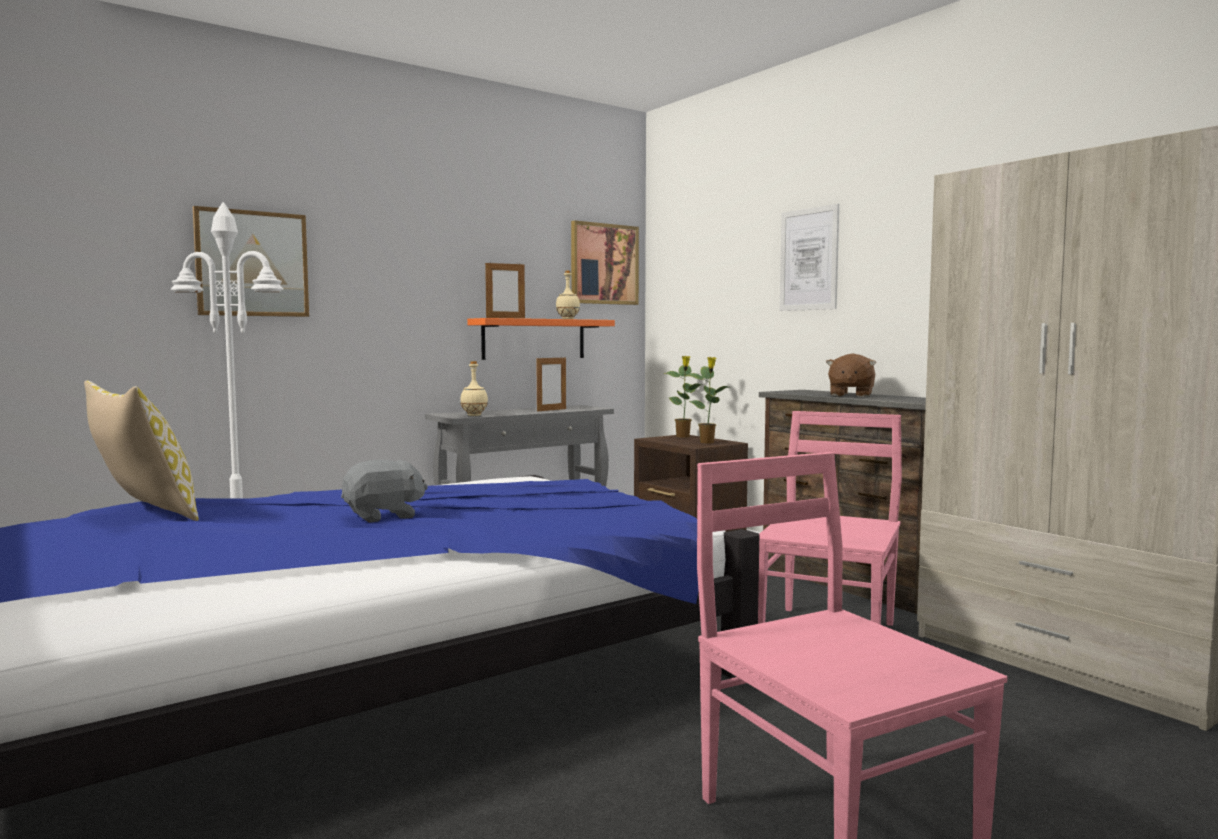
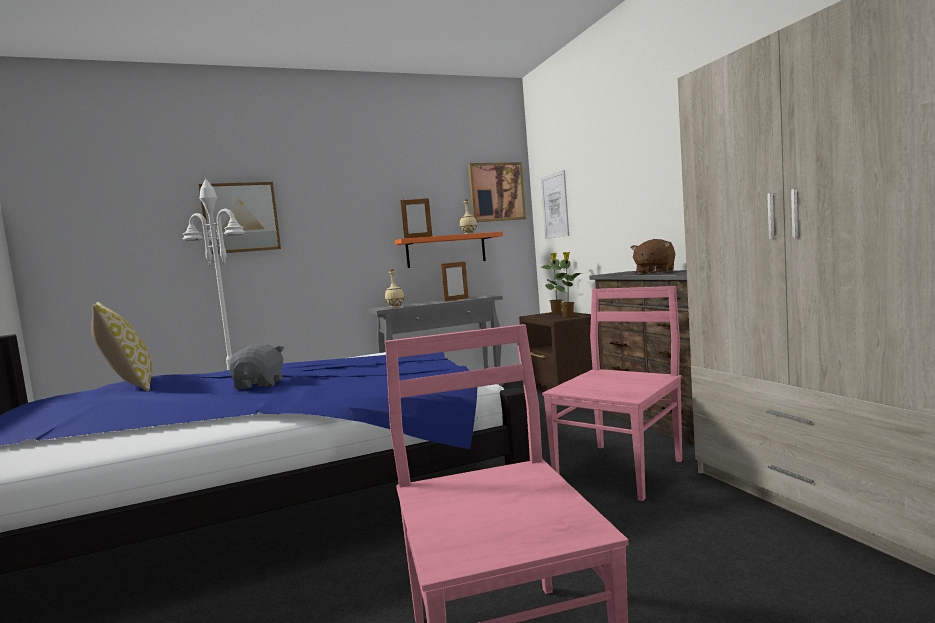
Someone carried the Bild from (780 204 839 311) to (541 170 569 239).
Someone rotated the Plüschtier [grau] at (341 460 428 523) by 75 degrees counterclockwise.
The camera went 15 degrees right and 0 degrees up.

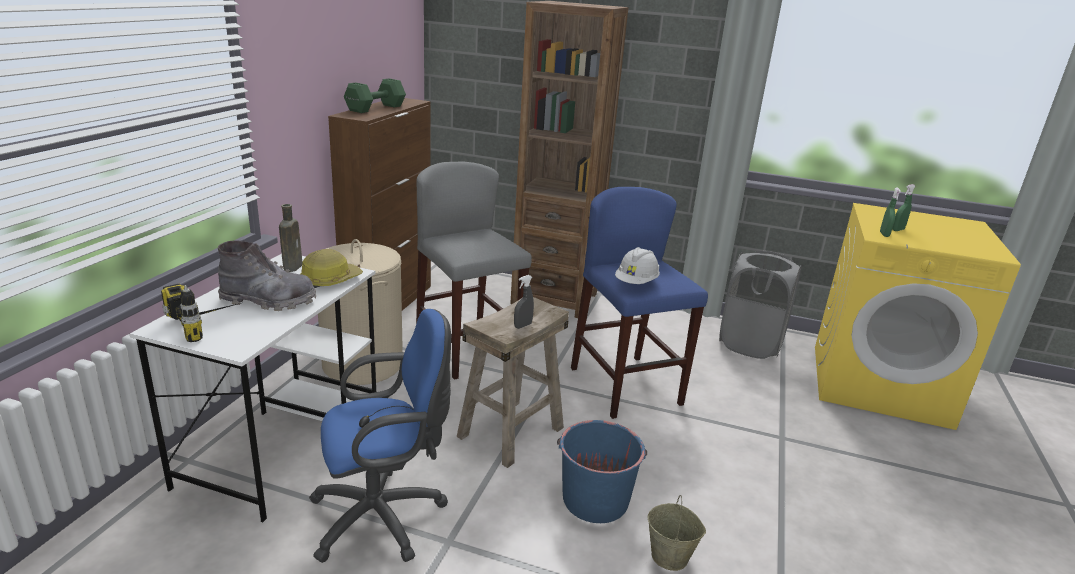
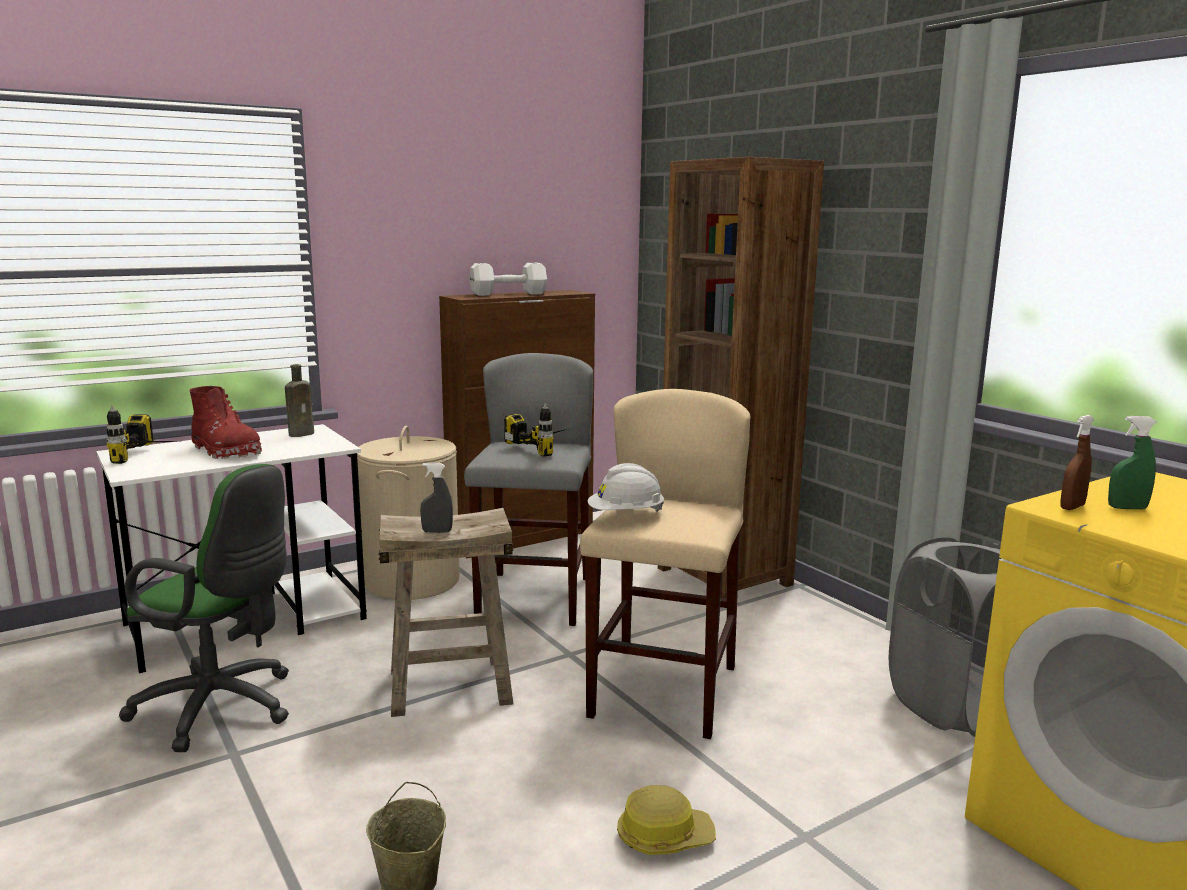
Someone repainted the Hantel [grün] at (344 78 406 113), which became the Hantel [weiß] at (470 263 547 296).
Someone repainted the Hocker [blau] at (571 187 708 419), which became the Hocker [beige] at (580 389 750 739).
Someone repainted the Sprühflasche [grün] at (880 187 901 237), which became the Sprühflasche [braun] at (1060 415 1094 510).
Someone repainted the Stiefel [grau] at (218 240 316 311), which became the Stiefel [rot] at (190 386 262 459).
Someone carried the Schutzhelm from (300 249 363 288) to (617 785 716 855).
Someone repainted the Bürostuhl [blau] at (309 309 451 563), which became the Bürostuhl [grün] at (119 464 289 752).
Someone took away the Eimer [blau] at (557 420 647 523).
Someone put down the Bohrmaschine at (504 403 567 456).
The camera went 40 degrees right and 10 degrees down.

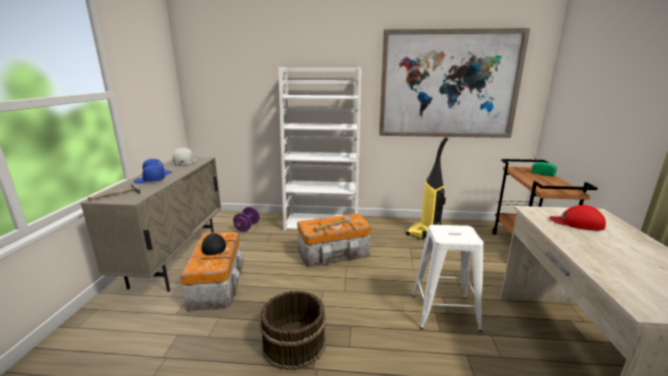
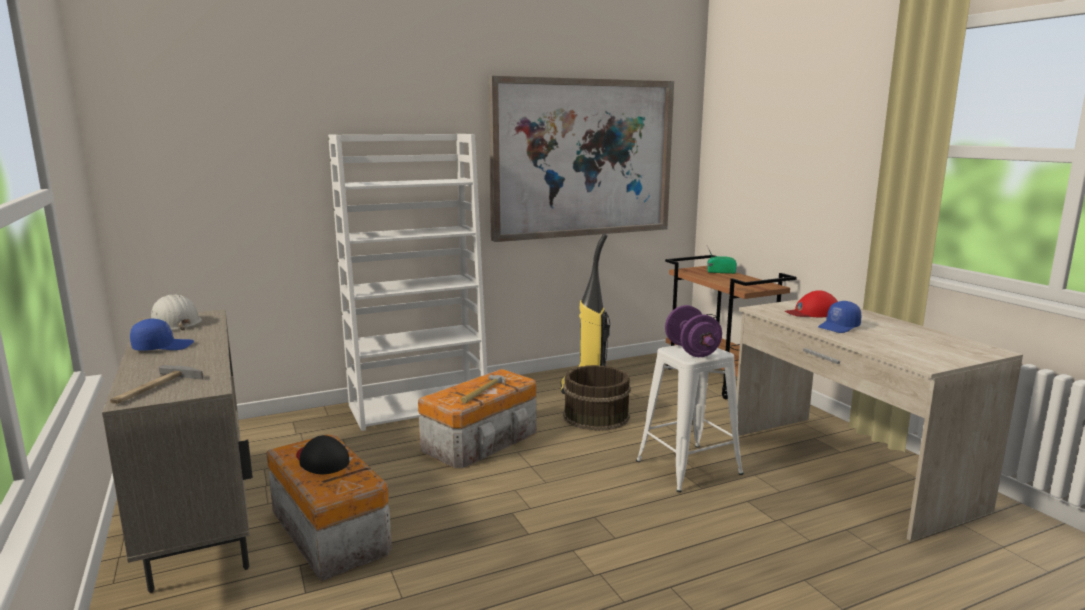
Someone carried the Kappe [blau] from (134 165 165 184) to (818 301 861 333).
Someone carried the Hantel [lila] from (233 207 260 232) to (665 305 722 357).
Someone carried the Eimer [braun] from (260 291 326 370) to (563 365 631 431).
The camera went 30 degrees left and 5 degrees down.

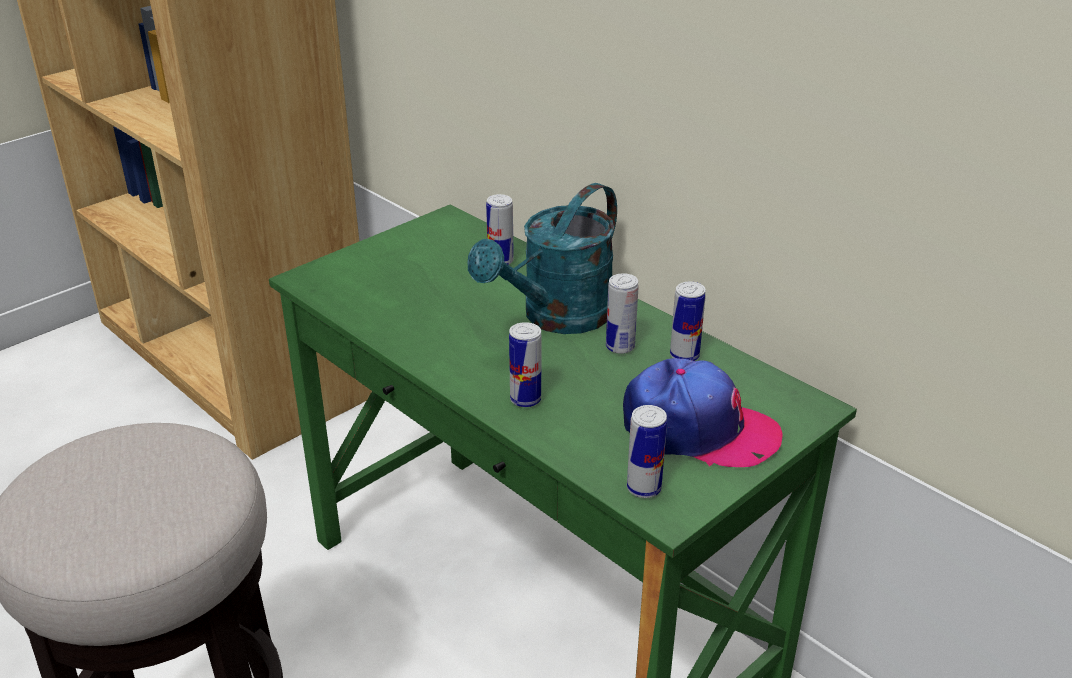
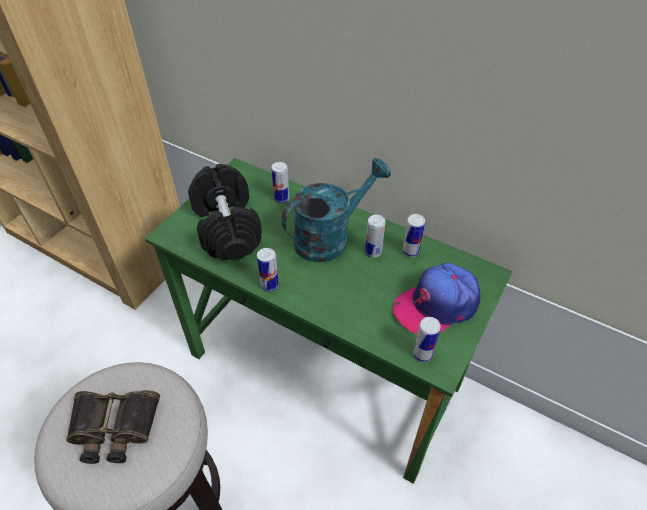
Someone rotated the Gießkanne [türkis] at (468 183 617 334) by 150 degrees counterclockwise.
Someone carried the Dose from (509 322 542 407) to (257 248 279 292).
Someone rotated the Kappe at (623 358 783 467) by 150 degrees clockwise.
Someone put down the Hantel [schwarz] at (188 164 262 261).
Someone put down the Fernglas at (66 390 160 464).
The camera went 15 degrees left and 15 degrees up.

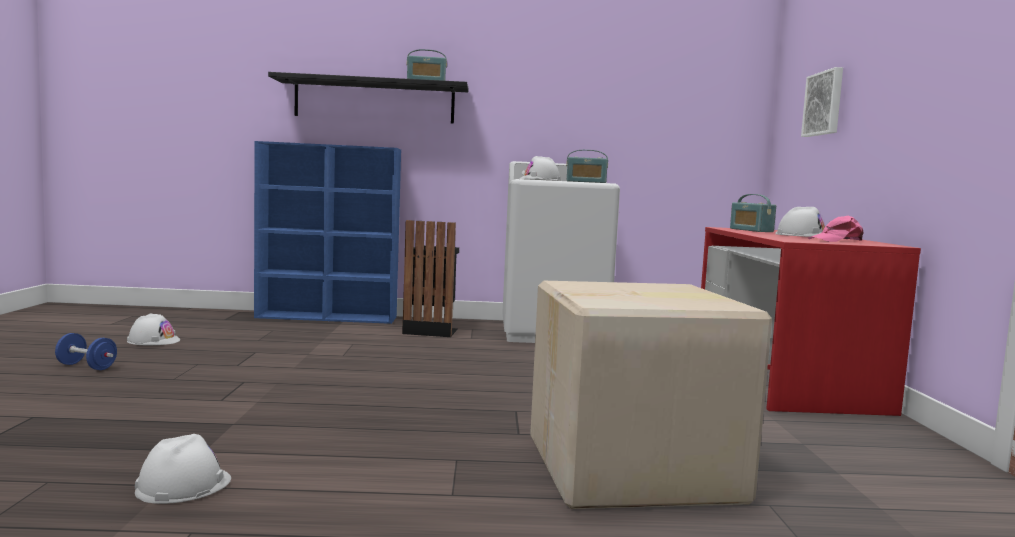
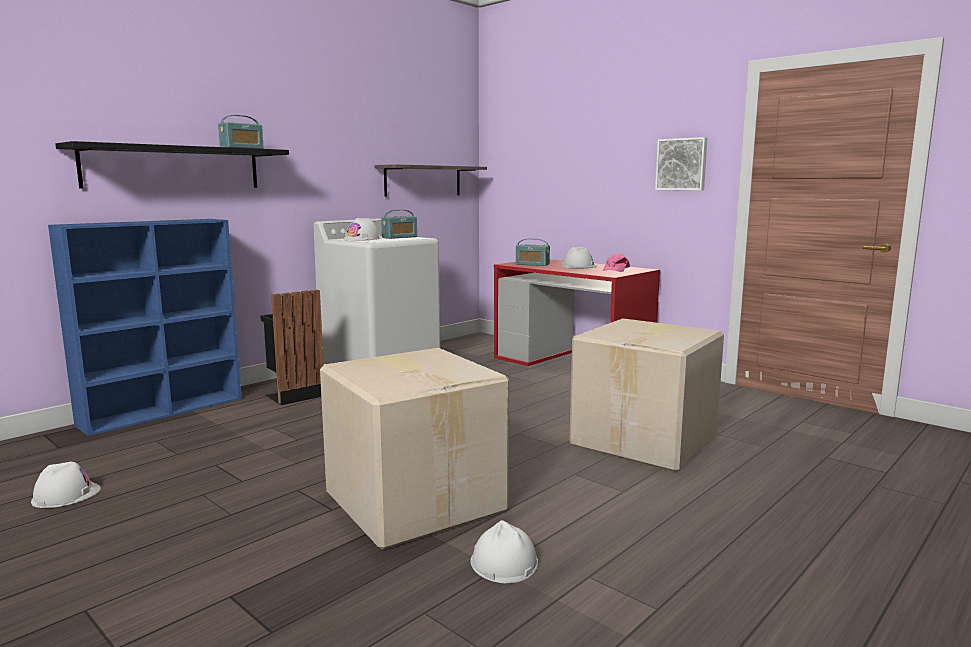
Someone carried the Bild from (801 67 843 137) to (655 137 707 190).
Someone took away the Hantel [blau] at (55 333 117 370).
Someone put up the Wandregal at (374 164 487 197).
Someone put down the Karton at (320 348 509 550).
The camera went 45 degrees left and 5 degrees up.

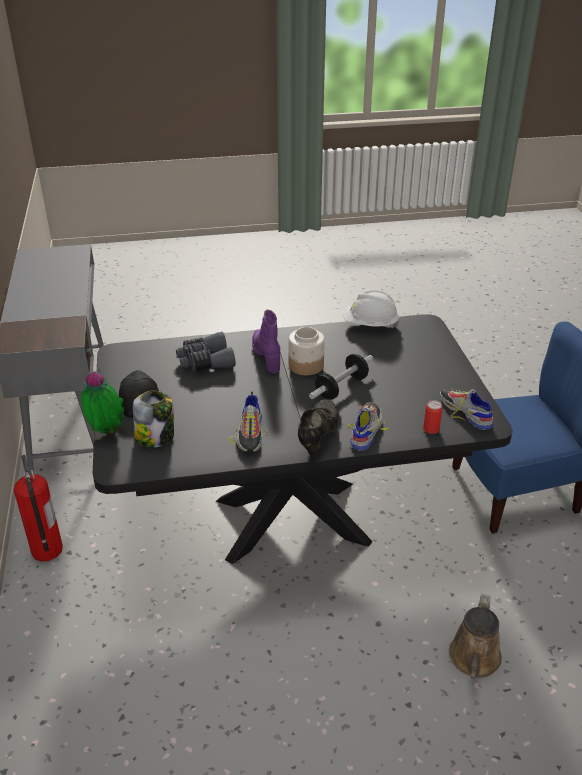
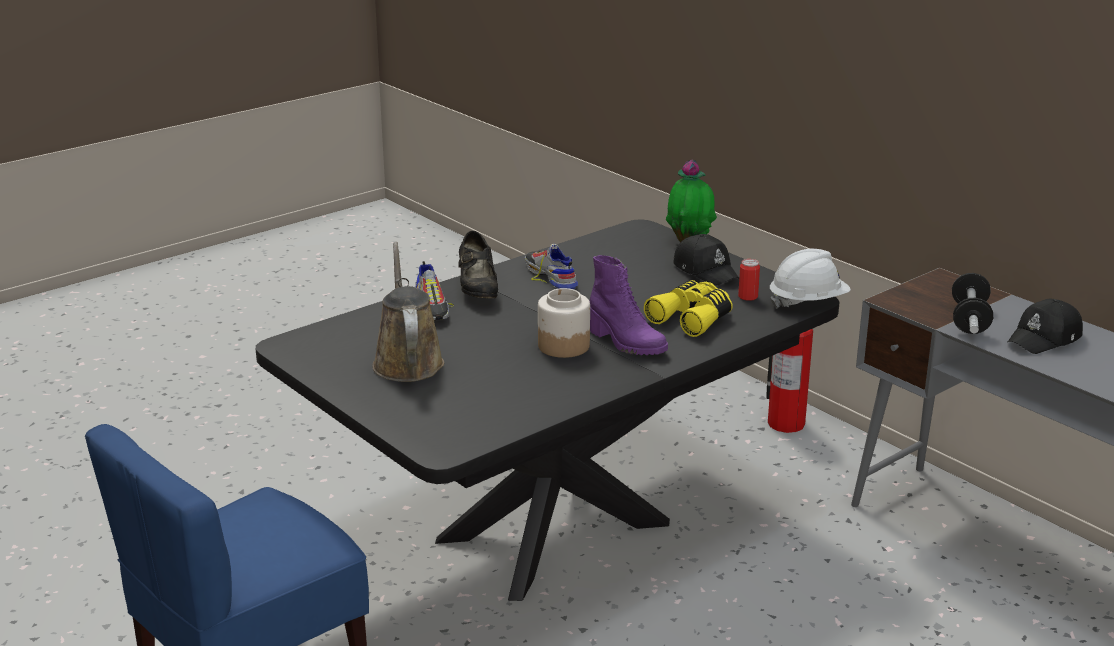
Someone carried the Schutzhelm [weiß] from (343 290 400 328) to (770 249 851 309).
Someone repainted the Fernglas [grau] at (176 332 236 371), which became the Fernglas [gelb] at (644 280 733 337).
Someone carried the Hantel from (309 354 373 399) to (952 273 993 334).
Someone took away the Schuh at (440 388 494 430).
Someone took away the Vorratsglas at (133 390 174 448).
Someone carried the Dose from (423 400 442 434) to (738 259 760 301).
Someone carried the Gießkanne [braun] from (449 594 502 679) to (372 242 444 382).
Someone put down the Kappe [schwarz] at (1008 299 1083 354).
The camera went 150 degrees right and 10 degrees down.

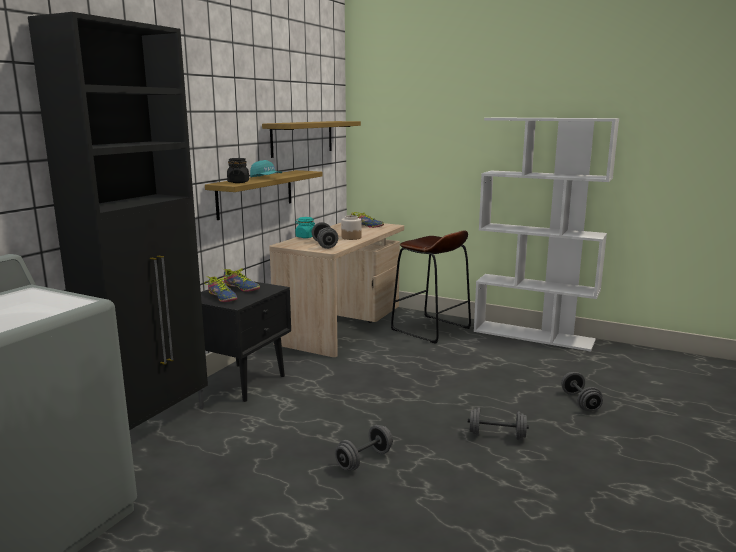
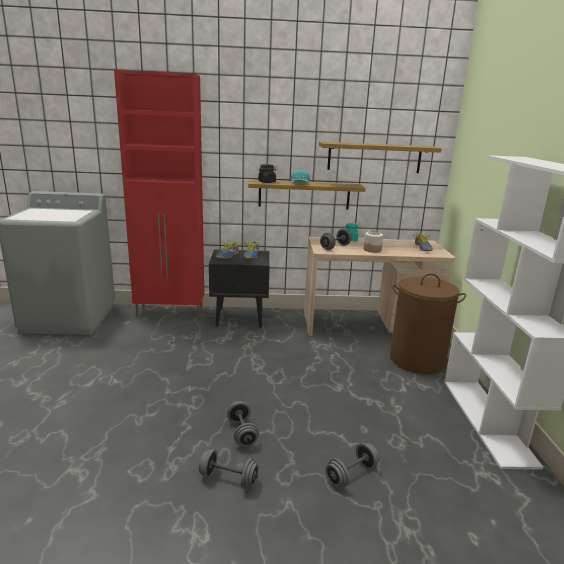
Someone repainted the Schrank [schwarz] at (28 12 208 430), which became the Schrank [rot] at (114 70 204 318).
Someone swapped the Hocker [braun] at (391 230 471 344) for the Wäschekorb [braun] at (390 273 466 374).
Someone carried the Hantel [grau] from (335 425 393 471) to (199 449 259 489).
The camera went 60 degrees right and 5 degrees up.

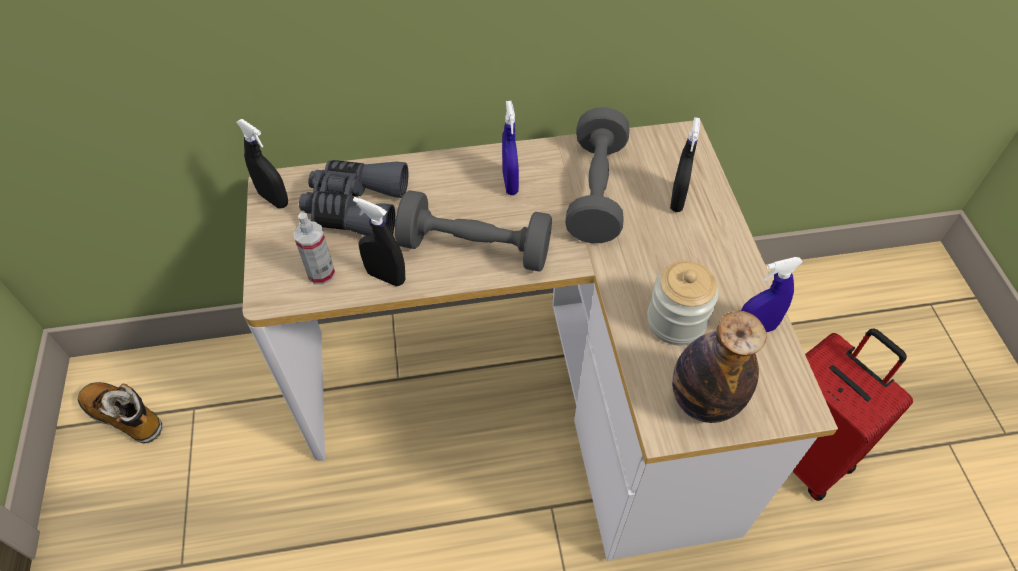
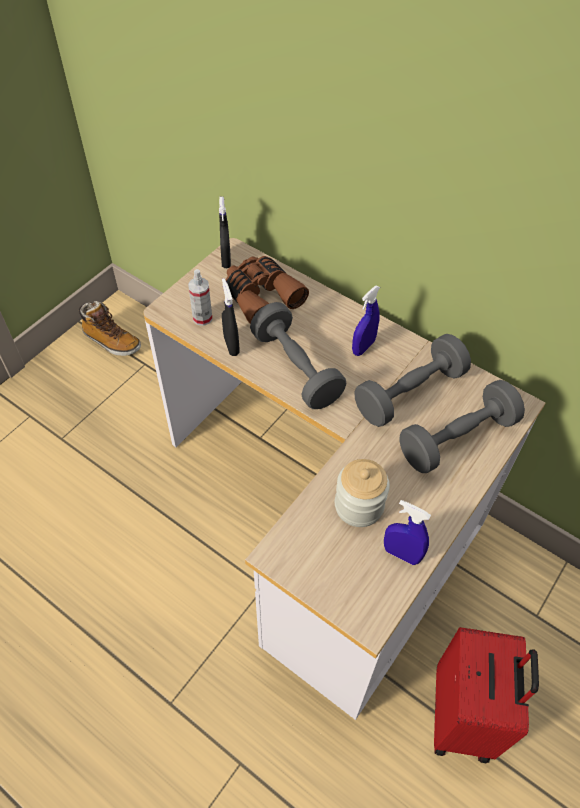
Someone swapped the Sprühflasche [schwarz] at (670 117 700 212) for the Hantel [grau] at (400 380 525 473).
Someone repainted the Fernglas [grau] at (299 160 408 236), which became the Fernglas [braun] at (225 256 309 324).
Someone took away the Flasche at (672 311 766 423).
Someone rotated the Stiefel at (78 382 163 443) by 135 degrees clockwise.
The camera went 45 degrees right and 0 degrees up.

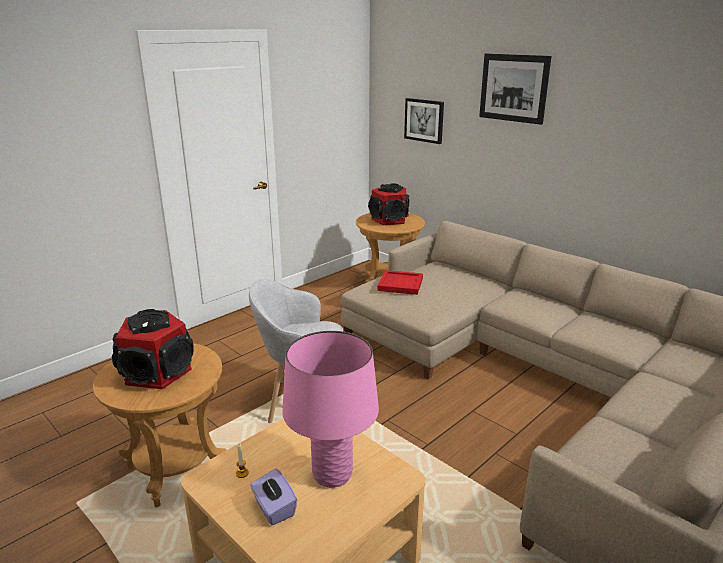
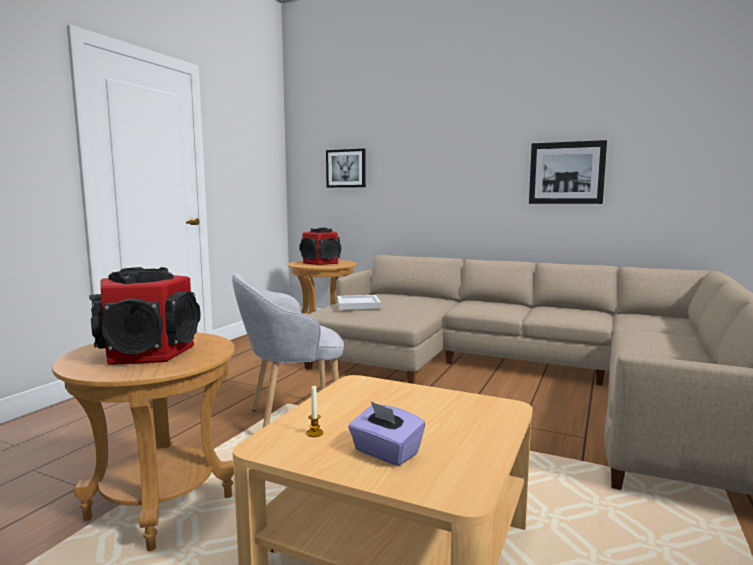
Someone carried the Bild from (479 54 552 125) to (529 140 607 204).
Someone repainted the Tablett [rot] at (377 270 423 295), which became the Tablett [weiß] at (337 295 381 310).
Someone took away the Tischlampe [rosa] at (282 331 379 488).
The camera went 20 degrees left and 15 degrees down.

